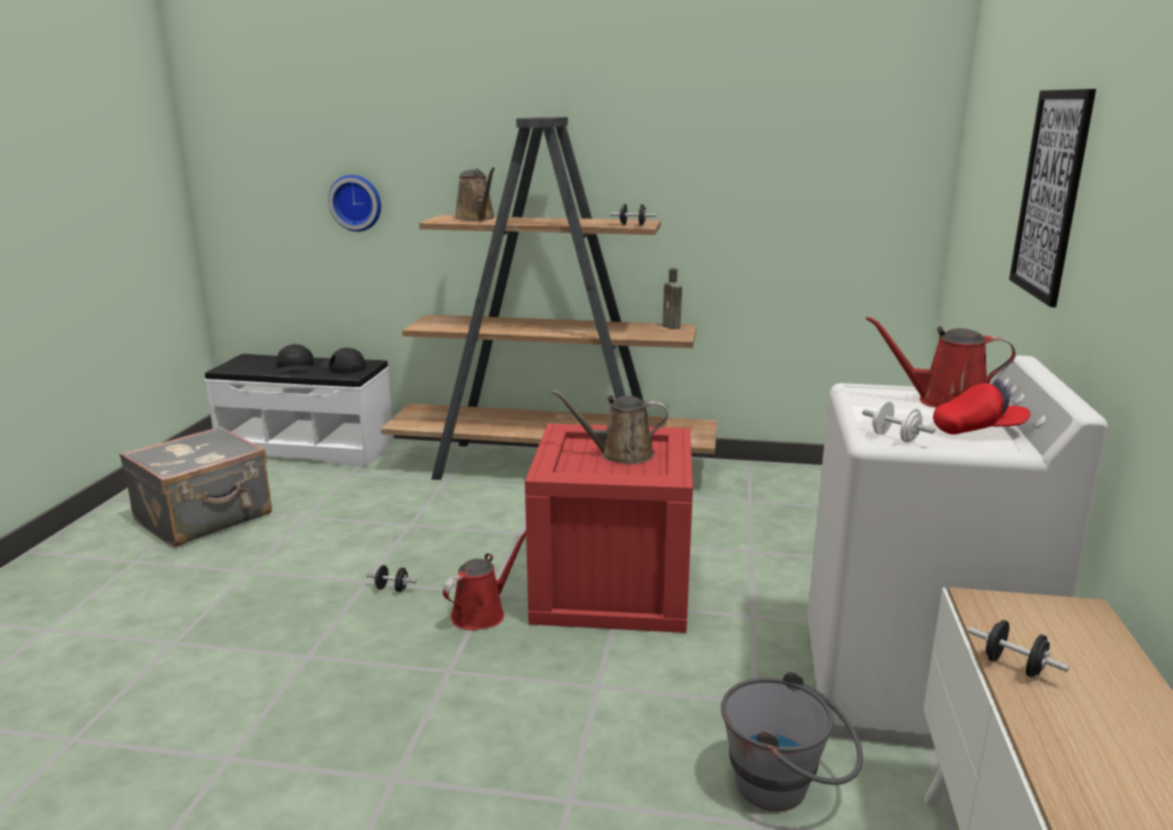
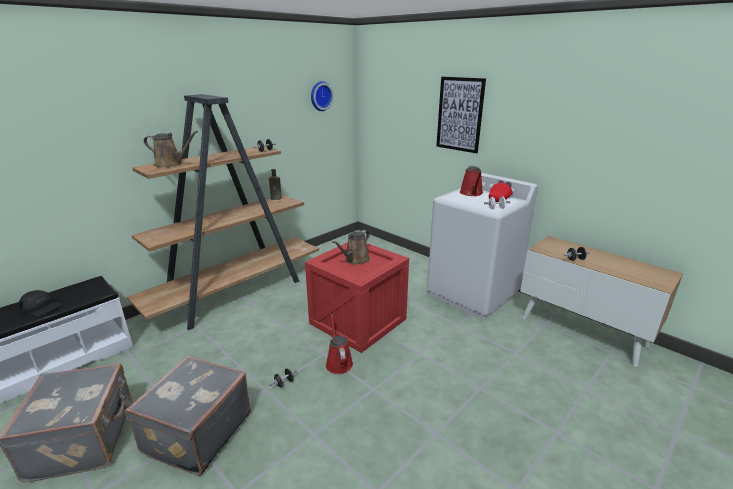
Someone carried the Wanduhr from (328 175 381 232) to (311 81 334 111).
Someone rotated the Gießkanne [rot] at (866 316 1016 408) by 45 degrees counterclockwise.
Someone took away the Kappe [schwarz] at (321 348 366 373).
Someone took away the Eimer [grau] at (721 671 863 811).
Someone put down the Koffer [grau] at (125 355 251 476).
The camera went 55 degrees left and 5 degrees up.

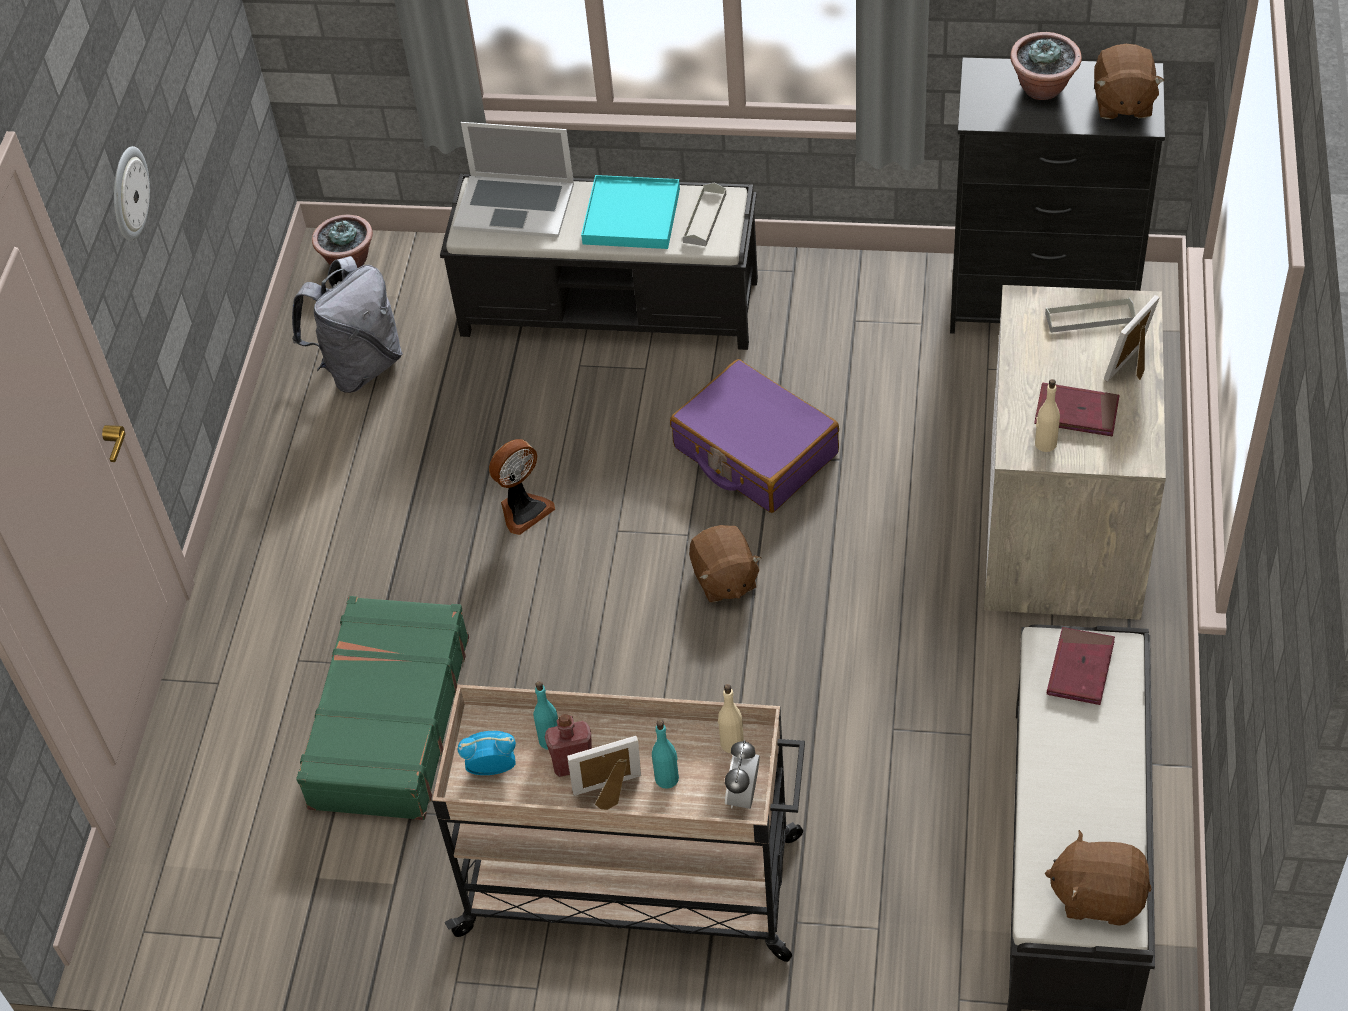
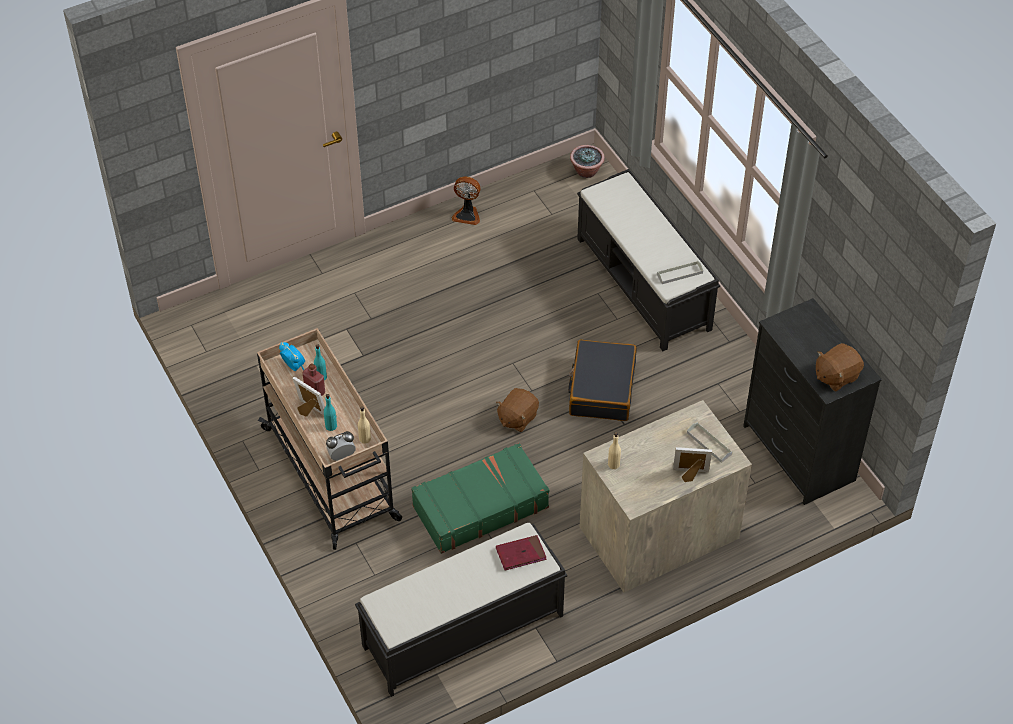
Someone took away the Topfpflanze at (1010 32 1082 100).
Someone took away the Laptop at (453 122 574 237).
Someone took away the Wanduhr at (114 146 150 241).
Someone took away the Tablett [türkis] at (581 175 680 249).
Someone took away the Rucksack [grau] at (292 256 403 393).
Someone repainted the Koffer [lila] at (670 359 839 513), which became the Koffer [schwarz] at (568 340 636 421).
Someone took away the Buch [rot] at (1034 383 1120 436).
Someone carried the Ventilator from (489 439 555 535) to (452 176 481 225).
Someone carried the Koffer [grün] from (296 596 469 820) to (411 443 549 554).
Someone took away the Plüschtier [braun] at (1045 830 1152 926).
The camera went 50 degrees right and 0 degrees up.

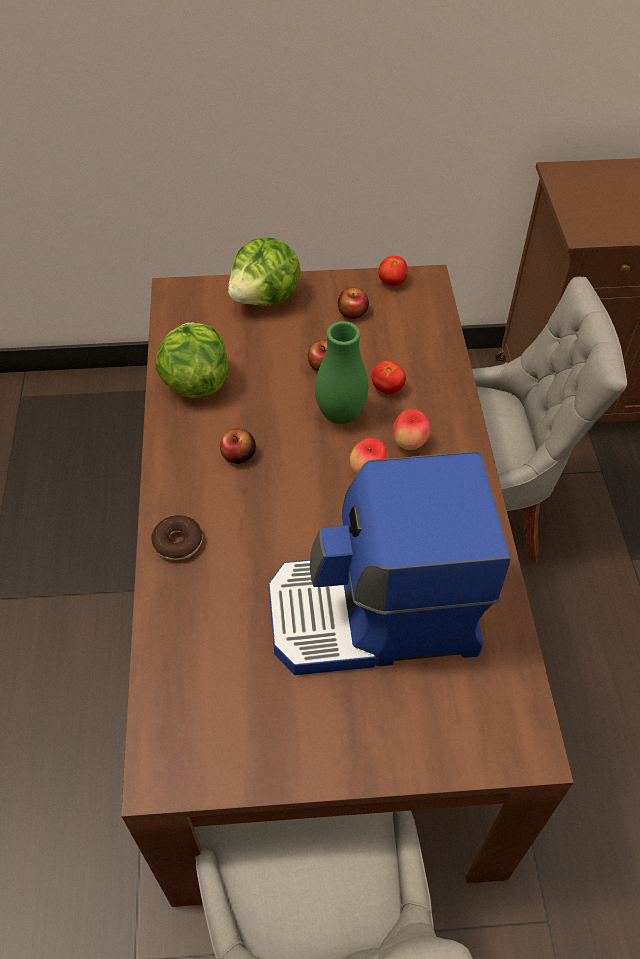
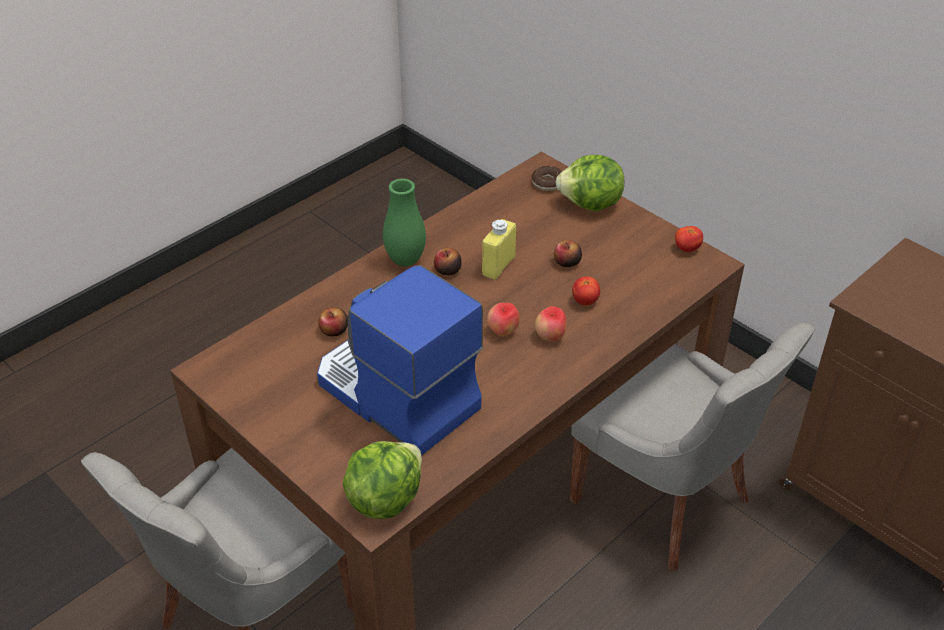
Someone carried the Apfel from (338 288 369 319) to (318 307 348 336).
Someone carried the Vase [grün] from (315 321 368 424) to (383 179 426 266).
Someone carried the Salatkopf from (155 323 229 398) to (343 441 422 519).
Someone carried the Donut from (151 515 203 560) to (532 166 562 191).
Someone put down the Flasche [gelb] at (482 219 516 280).
The camera went 50 degrees right and 10 degrees down.

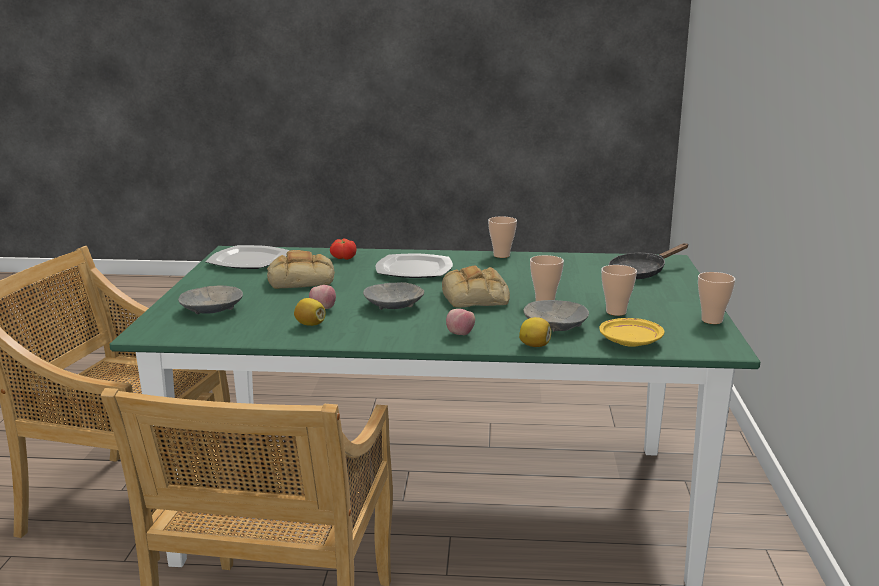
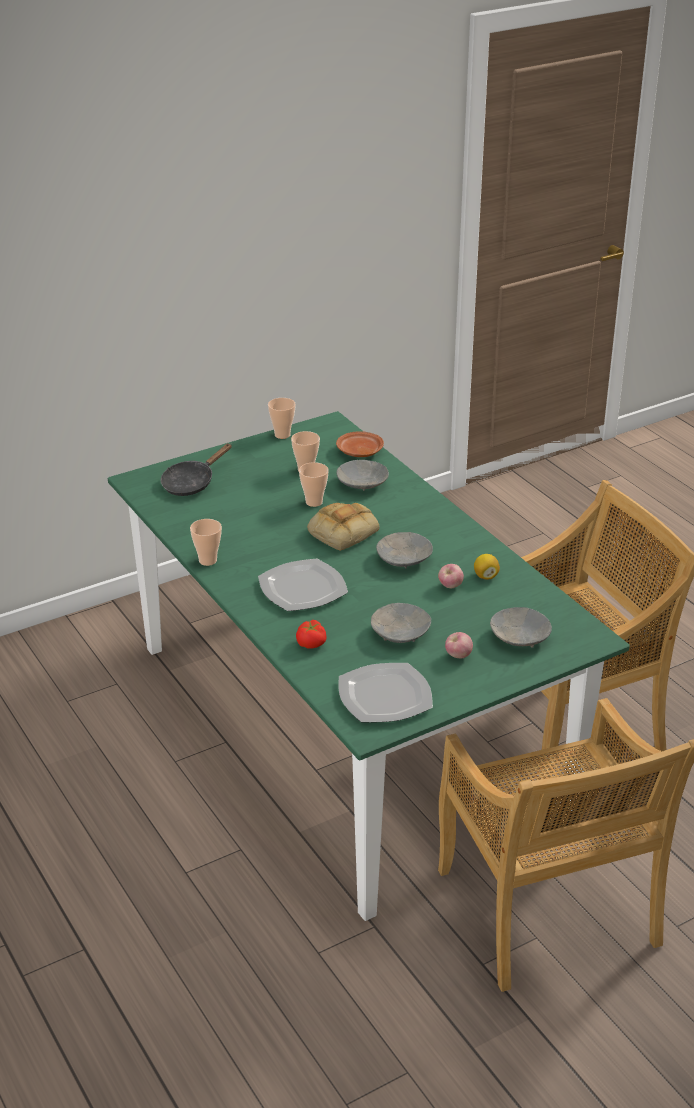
Someone rotated the Pfanne [schwarz] at (609 243 689 279) by 105 degrees clockwise.
Someone swapped the Brot at (267 250 335 289) for the Schüssel [grau] at (371 603 431 643).
Someone carried the Apfel from (446 309 475 335) to (445 632 473 658).
Someone took away the Zitrone at (519 317 551 347).
Someone repainted the Teller [gelb] at (599 318 664 347), which became the Teller [braun] at (336 431 384 457).
The camera went 125 degrees left and 15 degrees up.

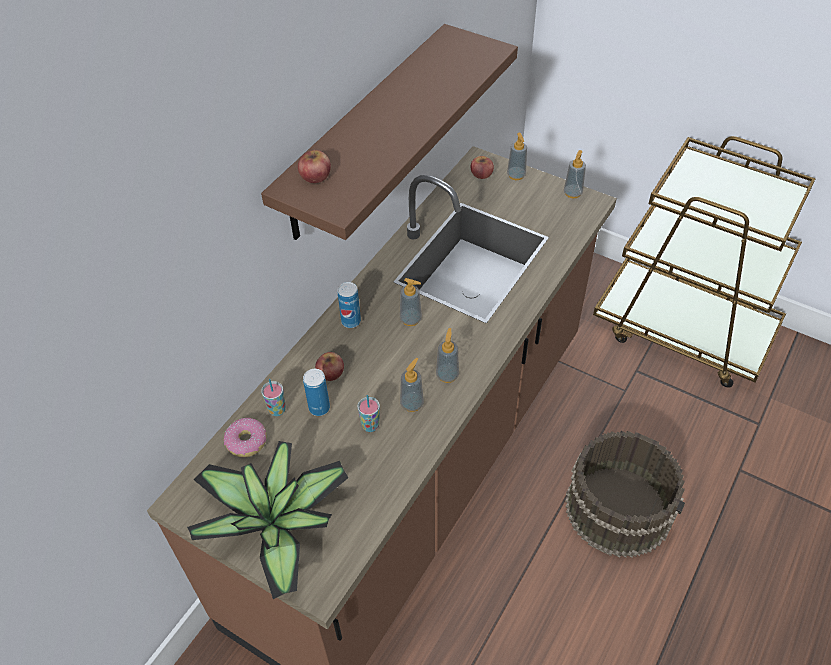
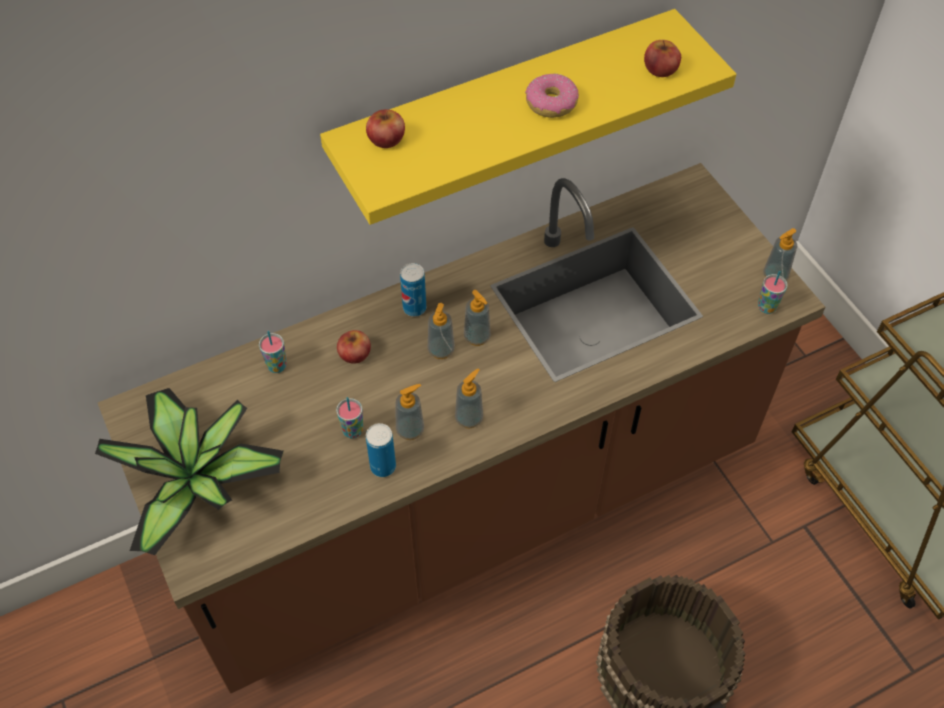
Someone repainted the Wandregal [braun] at (261 24 518 240), which became the Wandregal [gelb] at (320 9 736 225).
Someone carried the Seifenspender from (507 133 527 180) to (428 303 455 359).
Someone carried the Apfel from (471 156 494 179) to (644 40 681 77).
Someone carried the Dose from (303 369 330 416) to (366 423 396 477).
Someone carried the Donut from (224 418 267 457) to (525 74 579 118).
Someone put down the Tasse at (758 271 788 314).
The camera went 30 degrees right and 5 degrees up.

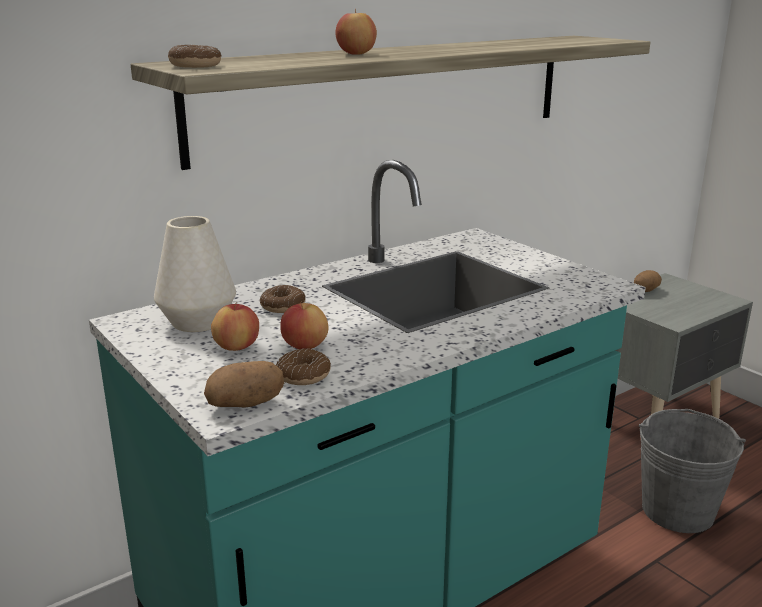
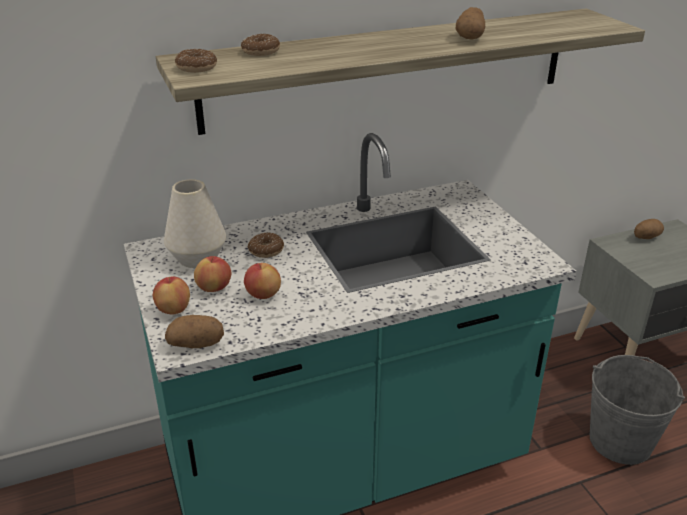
Someone carried the Apfel from (336 9 377 55) to (153 277 190 315).
Someone carried the Donut from (276 349 331 385) to (241 34 280 56).
Someone put down the Kartoffel at (456 7 485 39).
The camera went 15 degrees right and 10 degrees up.

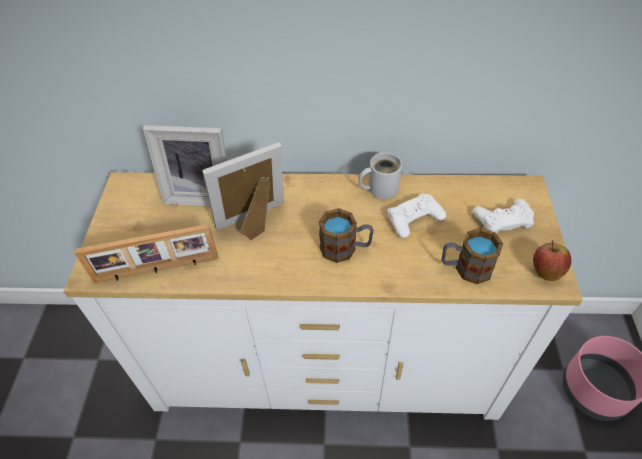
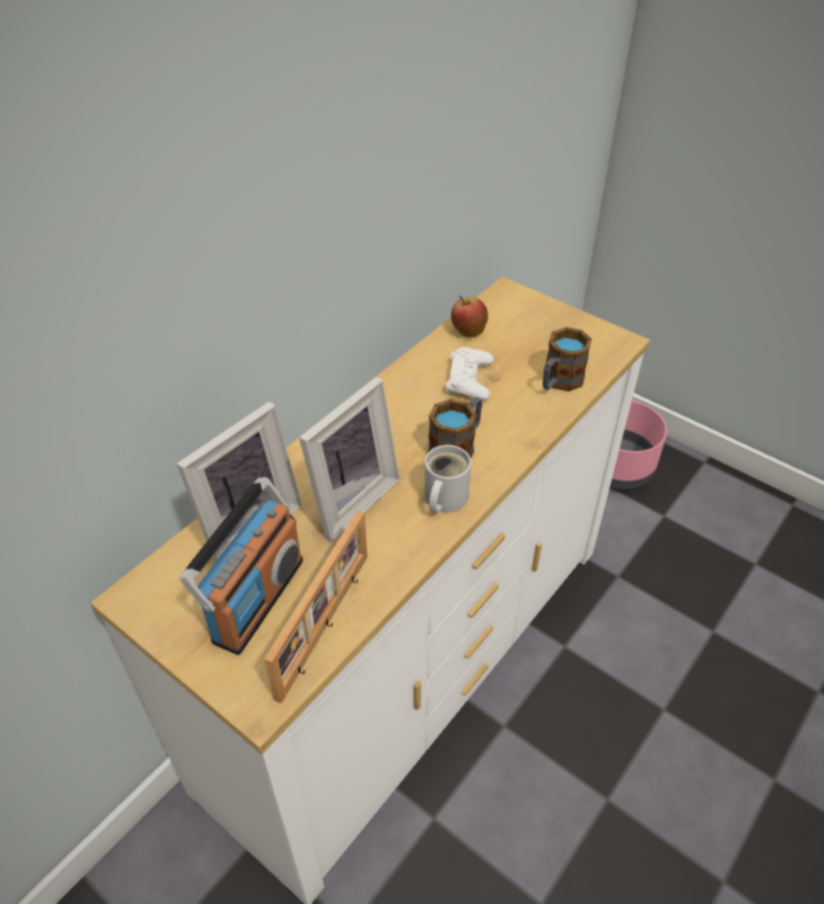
Someone rotated the Bilderrahmen at (202 142 283 240) by 150 degrees counterclockwise.
Someone carried the Henkelbecher [weiß] from (358 152 402 199) to (424 445 471 513).
Someone took away the Gamepad [weiß] at (473 199 534 233).
Someone carried the Apfel from (533 240 571 281) to (451 295 488 337).
Someone put down the Radio at (180 477 303 655).
The camera went 55 degrees left and 5 degrees down.

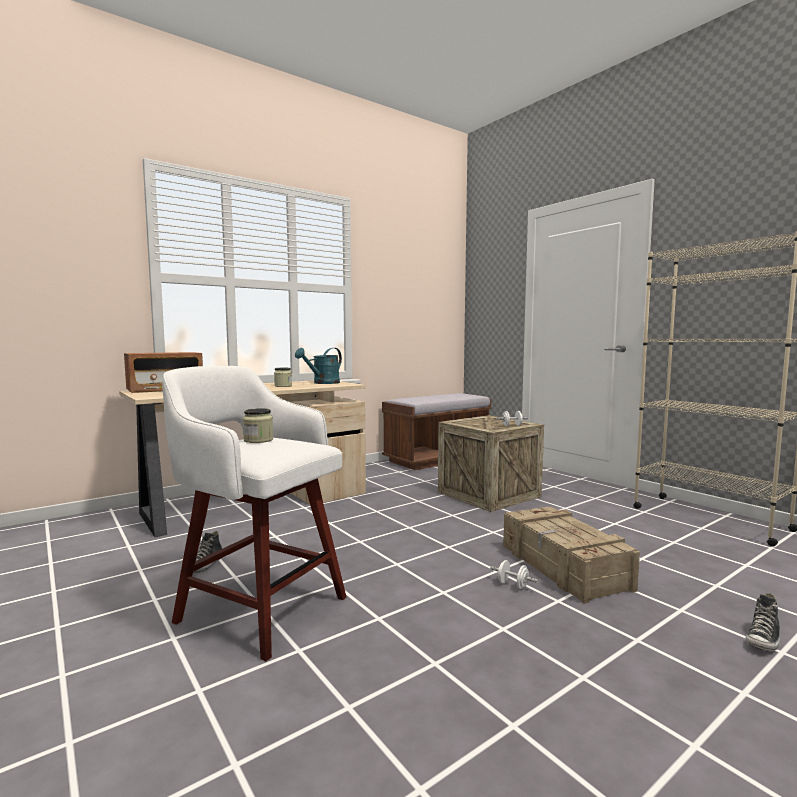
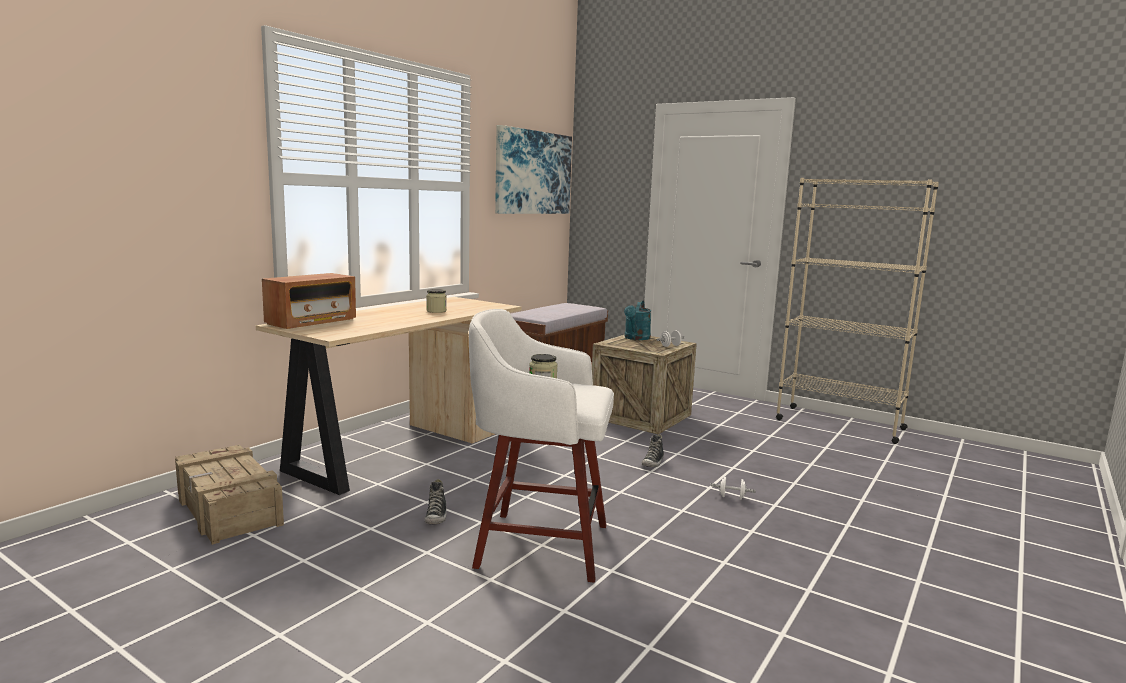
Someone carried the Gießkanne [türkis] from (295 348 342 384) to (624 300 651 340).
Someone carried the Kiste from (503 506 640 604) to (175 445 284 545).
Someone carried the Schuh from (746 593 780 651) to (642 434 664 467).
Someone put up the Bild at (495 125 572 214).
The camera went 20 degrees left and 5 degrees up.

